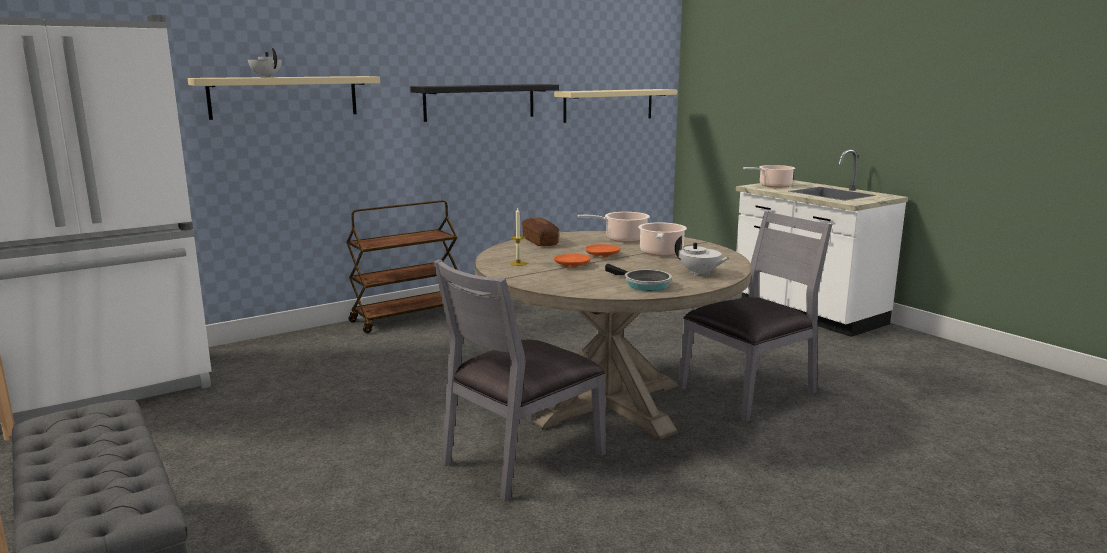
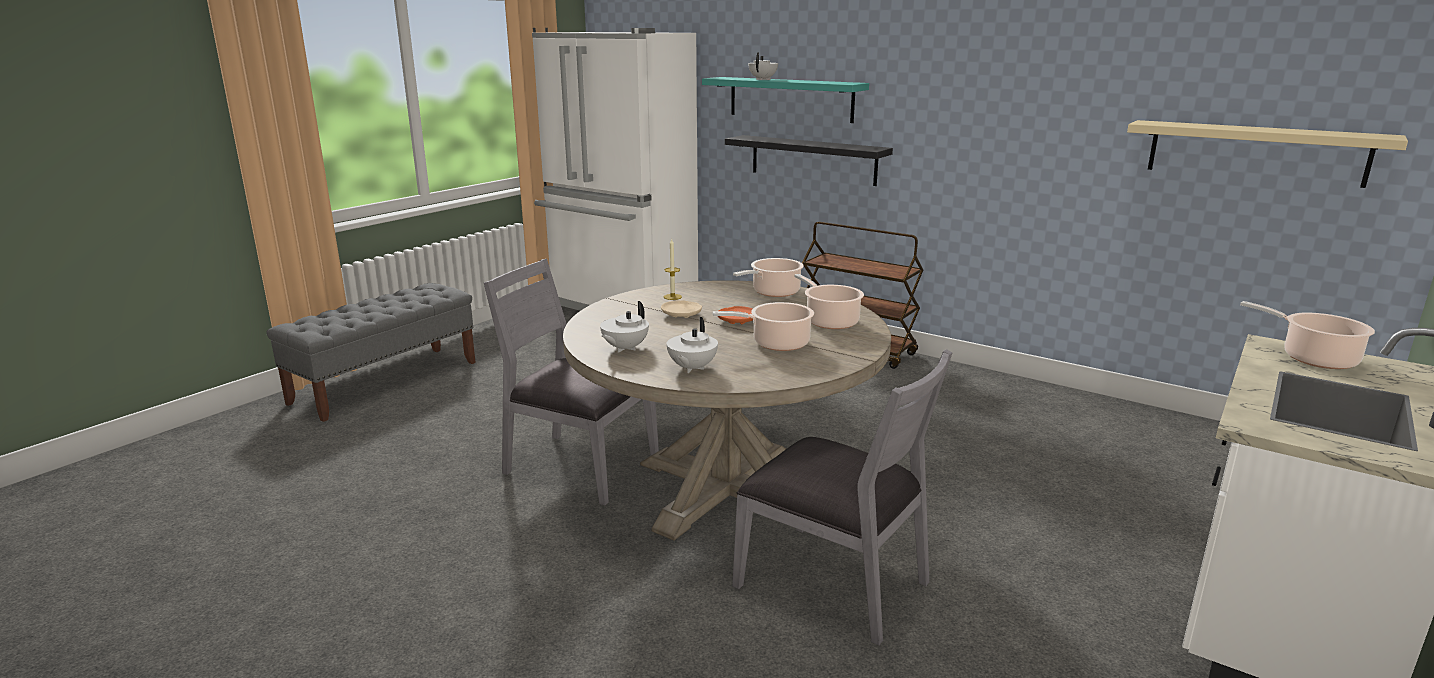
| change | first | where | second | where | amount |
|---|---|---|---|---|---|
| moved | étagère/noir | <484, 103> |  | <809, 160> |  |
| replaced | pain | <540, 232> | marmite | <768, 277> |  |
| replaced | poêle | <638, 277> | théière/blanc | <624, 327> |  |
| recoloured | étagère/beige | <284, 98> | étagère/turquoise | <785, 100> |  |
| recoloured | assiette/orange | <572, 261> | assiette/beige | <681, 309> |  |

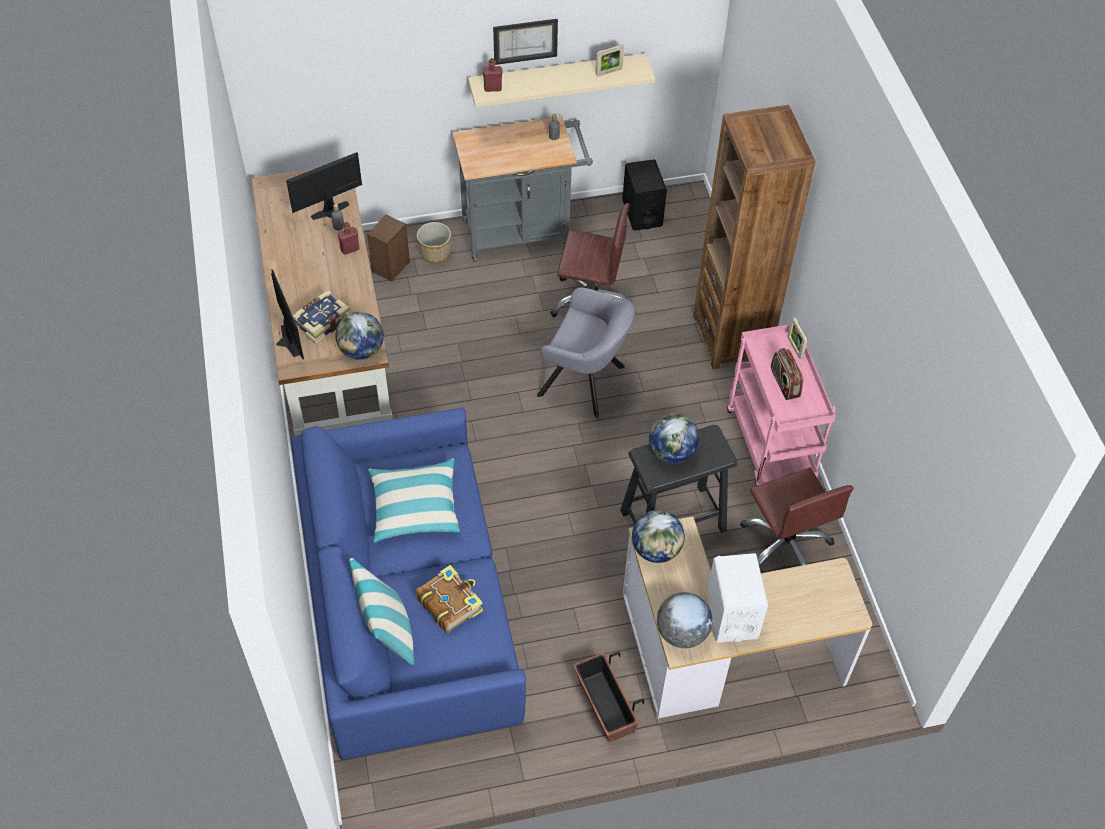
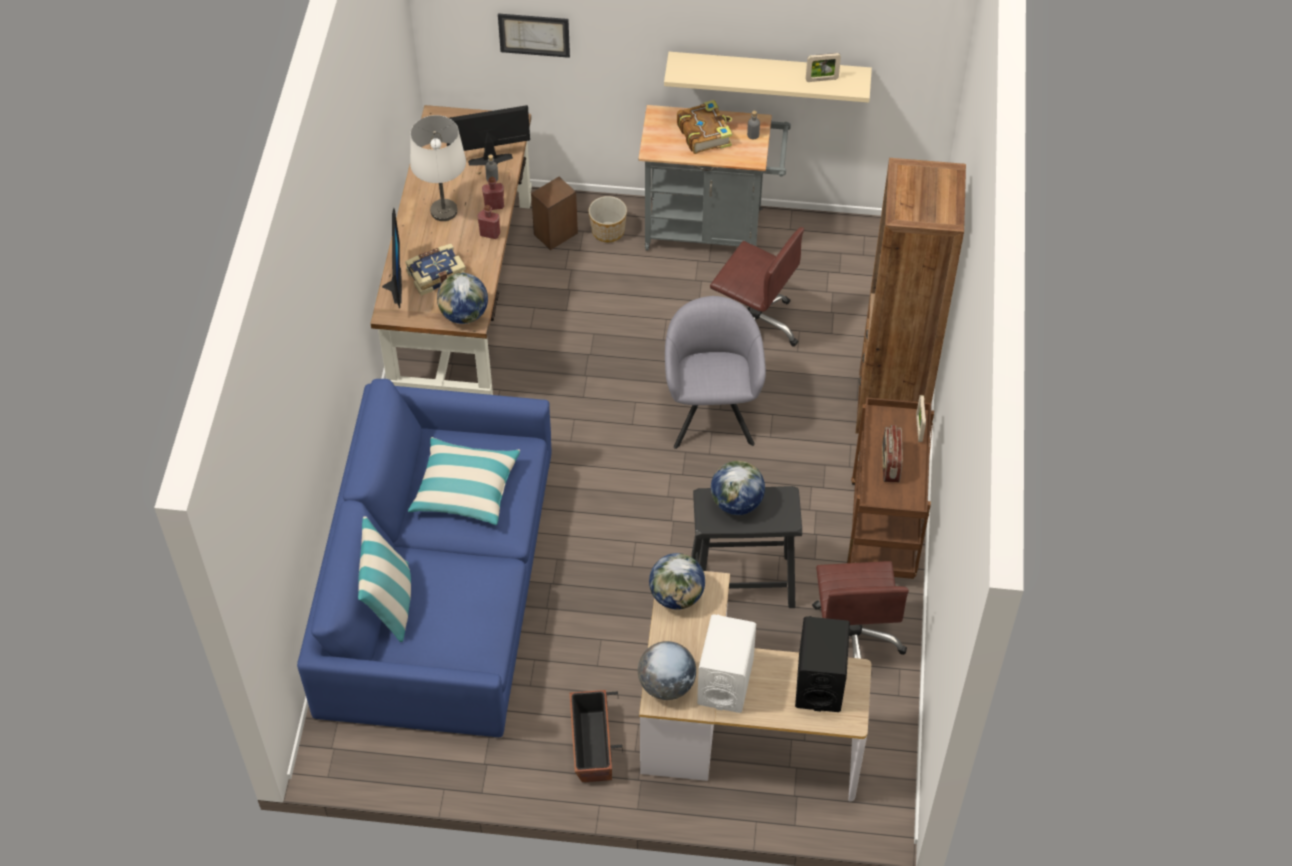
| change | first | where | second | where | amount |
|---|---|---|---|---|---|
| added |  |  | lampe de table/blanc | <438, 168> |  |
| moved | livre | <449, 599> |  | <704, 127> |  |
| moved | bouteille/rouge | <492, 75> |  | <489, 222> |  |
| moved | tableau | <525, 42> |  | <534, 35> |  |
| moved | enceinte/noir | <644, 195> |  | <822, 664> |  |
| recoloured | chariot/rose | <781, 405> | chariot/marron | <890, 488> |  |
| turned | fauteuil/gris | <586, 352> |  | <715, 372> | 135 degrees counterclockwise |

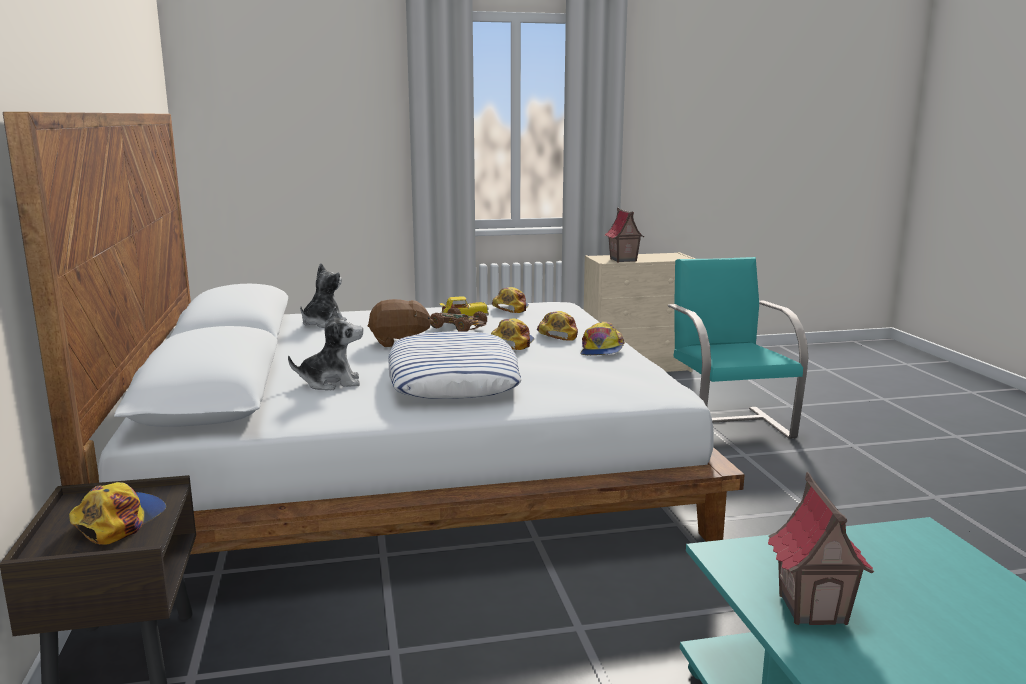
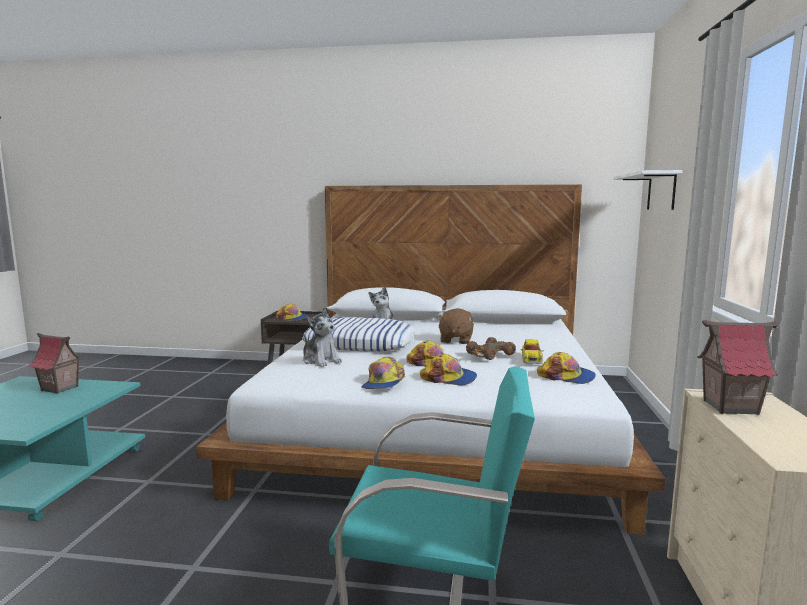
| change | first | where | second | where | amount |
|---|---|---|---|---|---|
| added |  |  | étagère/blanc | <647, 190> |  |
| moved | peluche | <323, 295> |  | <322, 337> |  |
| turned | casquette | <602, 338> |  | <383, 373> | 105 degrees counterclockwise |

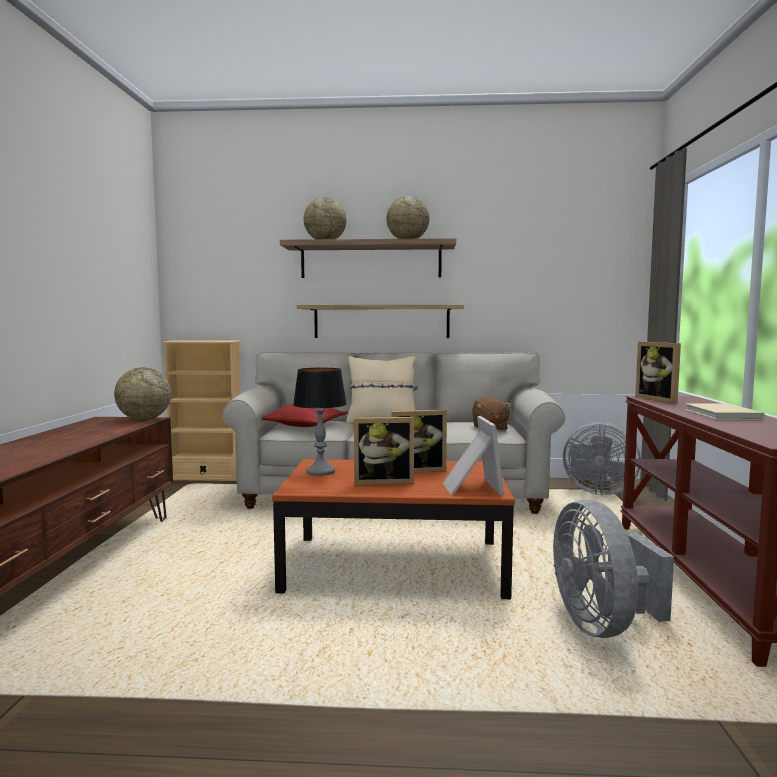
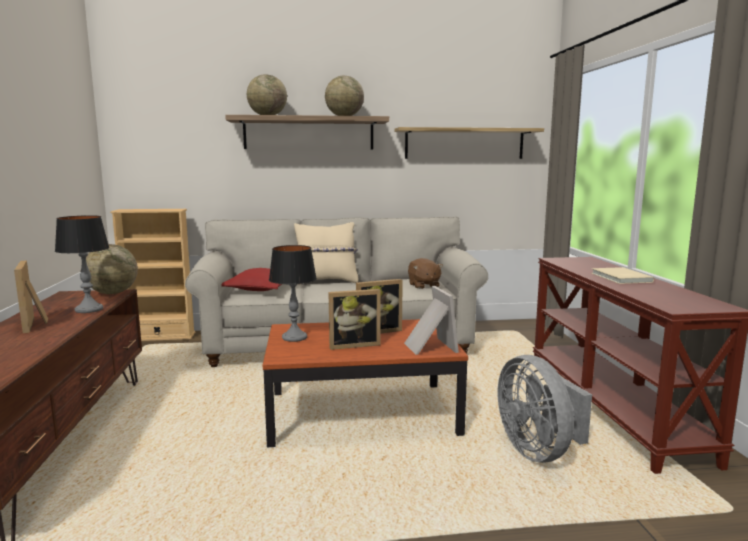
| change | first | where | second | where | amount |
|---|---|---|---|---|---|
| removed | ventilateur/gris | <602, 458> |  |  |  |
| added |  |  | lampe de table | <82, 264> |  |
| moved | étagère | <380, 321> |  | <469, 143> |  |
| moved | cadre photo | <658, 373> |  | <31, 297> |  |

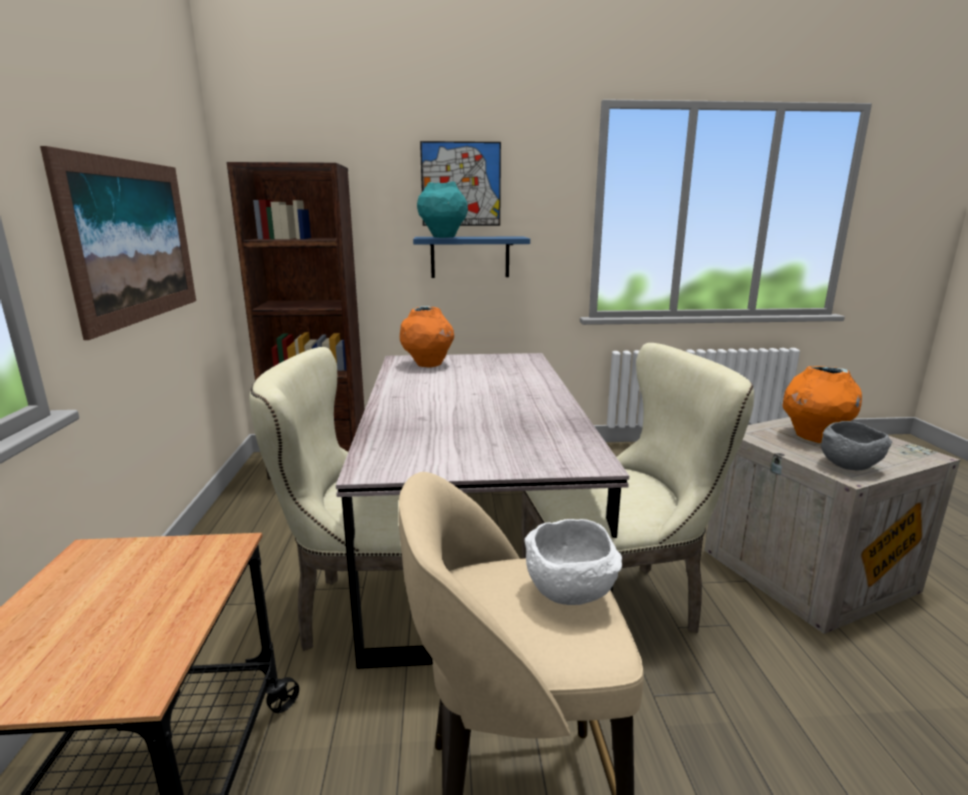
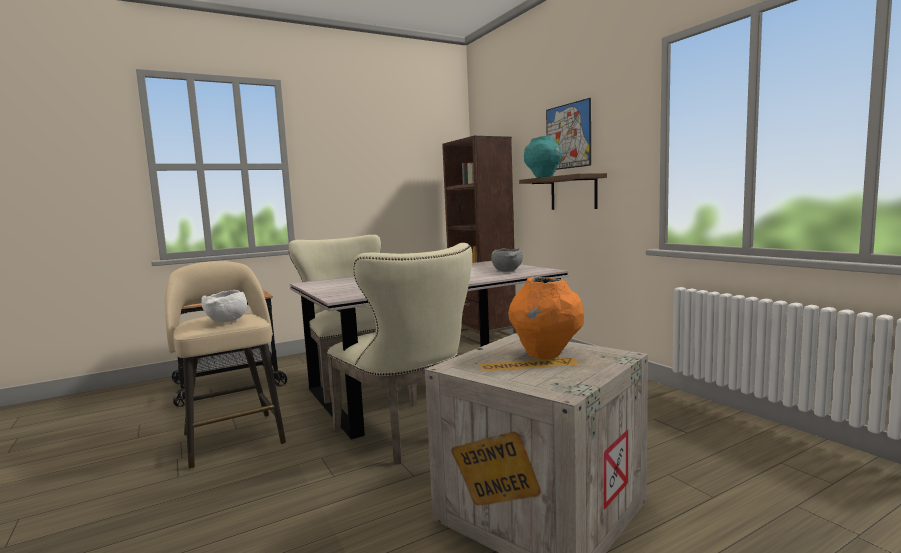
| change | first | where | second | where | amount |
|---|---|---|---|---|---|
| removed | tableau | <118, 243> |  |  |  |
| removed | vase/orange | <427, 337> |  |  |  |
| moved | bol/gris | <856, 445> |  | <507, 260> |  |
| recoloured | étagère/bleu | <471, 257> | étagère/marron | <563, 191> |  |

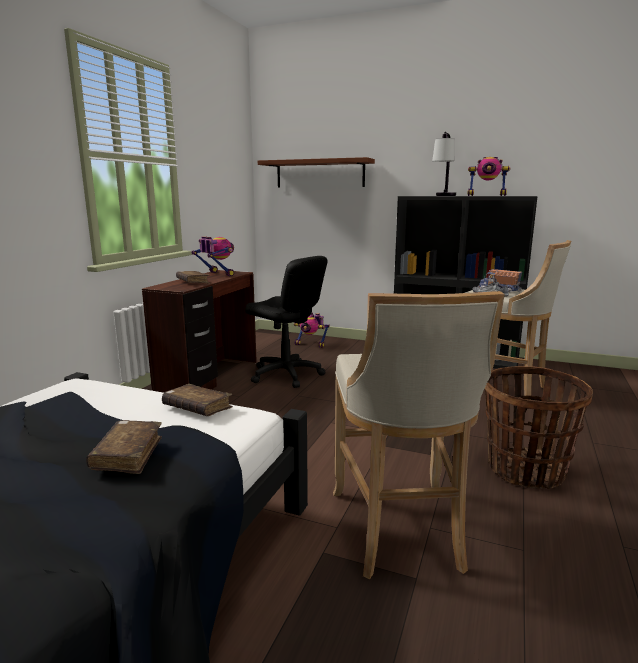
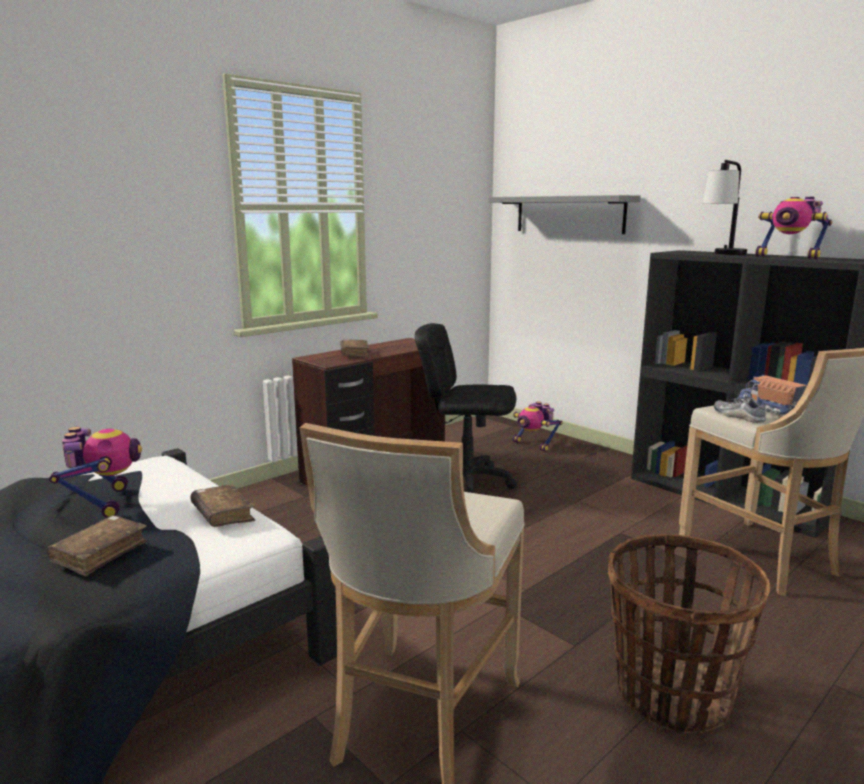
| change | first | where | second | where | amount |
|---|---|---|---|---|---|
| moved | robot jouet | <212, 256> |  | <95, 472> |  |
| recoloured | étagère/marron | <316, 172> | étagère/gris | <564, 214> |  |
| turned | chaise de bureau/noir | <286, 322> |  | <466, 408> | 135 degrees clockwise |

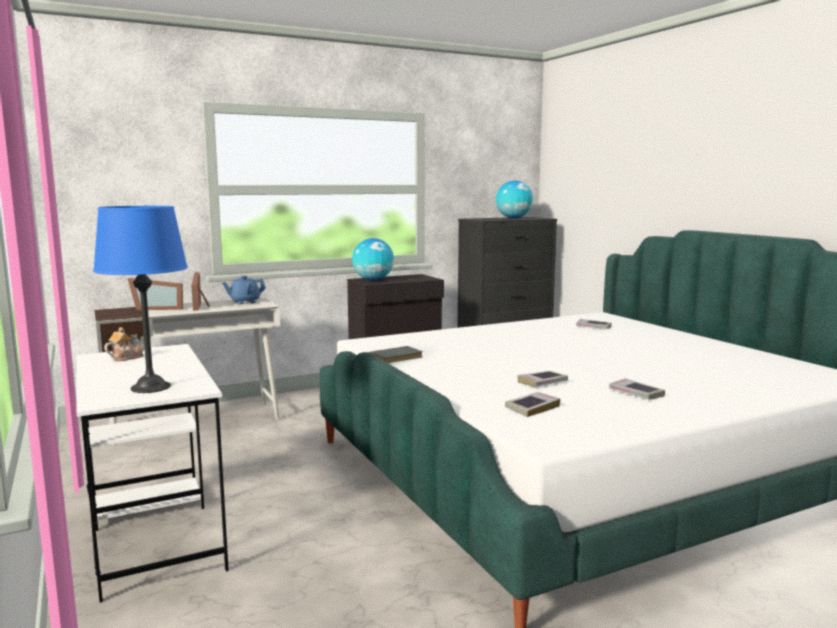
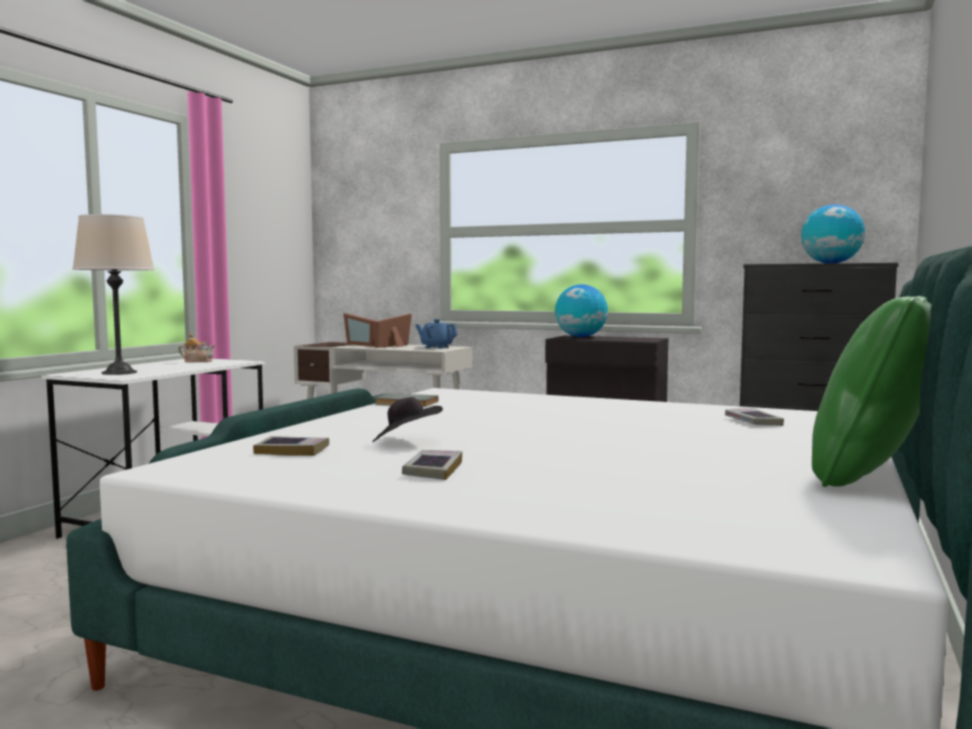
| change | first | where | second | where | amount |
|---|---|---|---|---|---|
| added |  |  | coussin/vert | <872, 391> |  |
| replaced | livre | <543, 379> | chapeau/noir | <407, 419> |  |
| recoloured | lampe de table/bleu | <140, 299> | lampe de table/beige | <113, 294> |  |

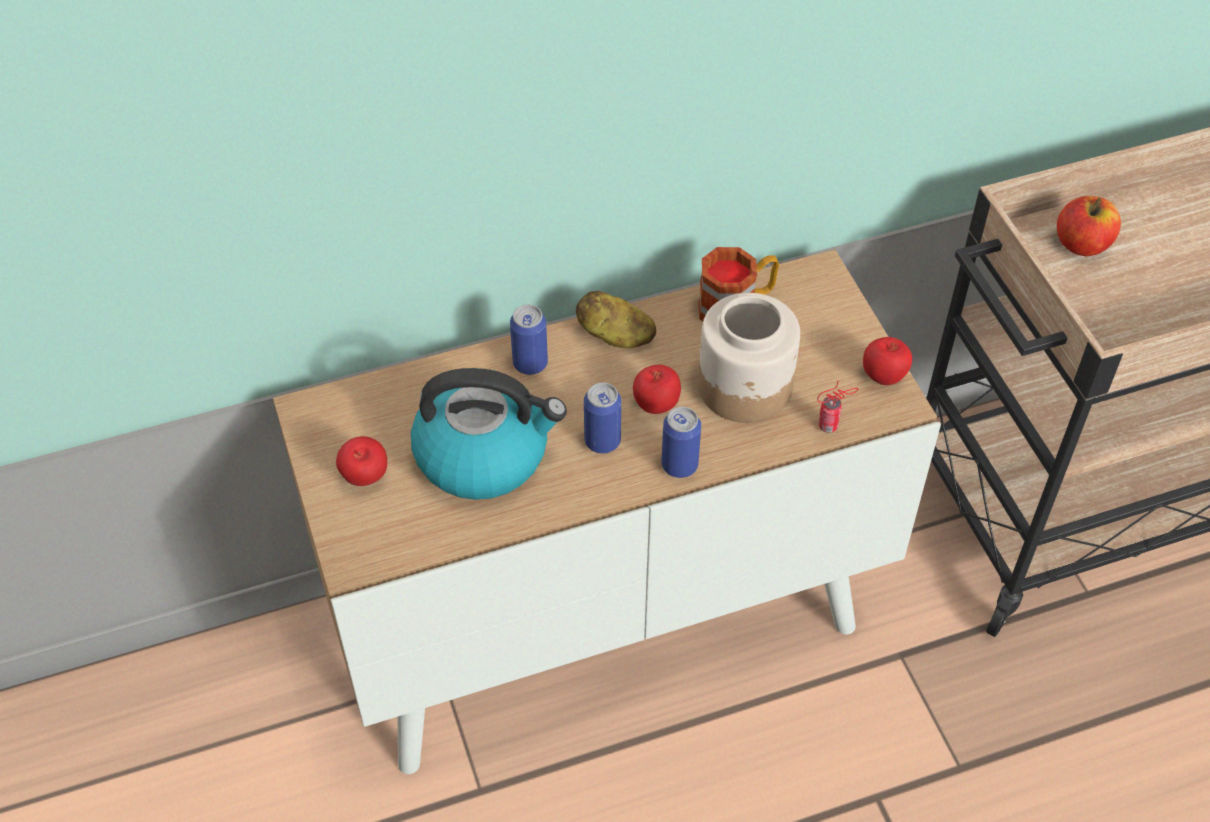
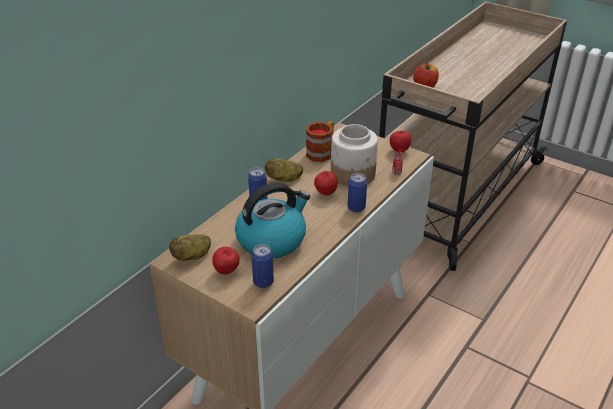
| change | first | where | second | where | amount |
|---|---|---|---|---|---|
| added |  |  | pomme de terre | <190, 247> |  |
| moved | boîte métallique | <602, 418> |  | <262, 266> |  |

